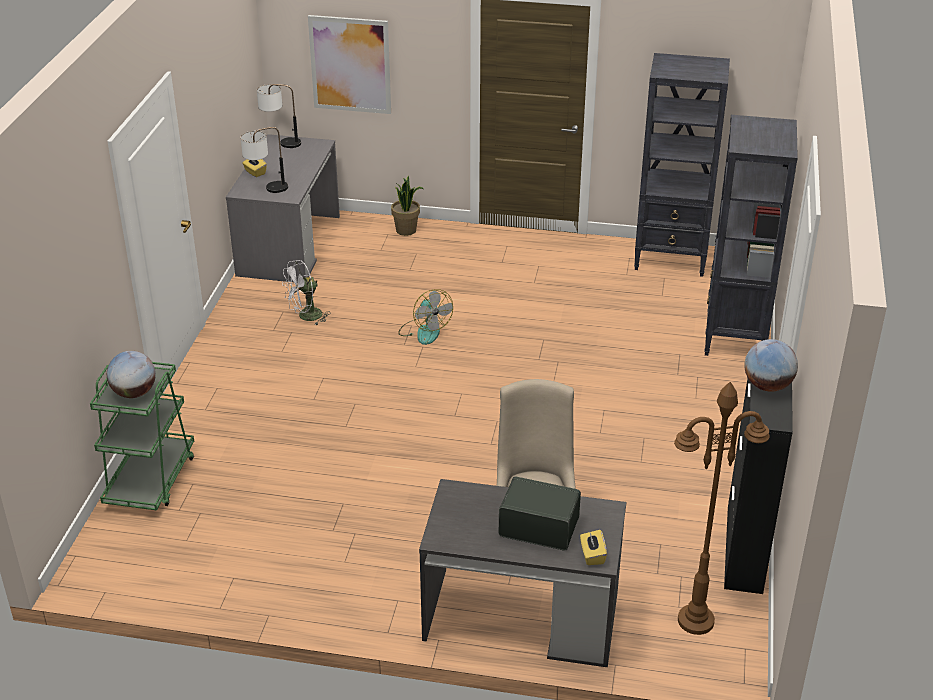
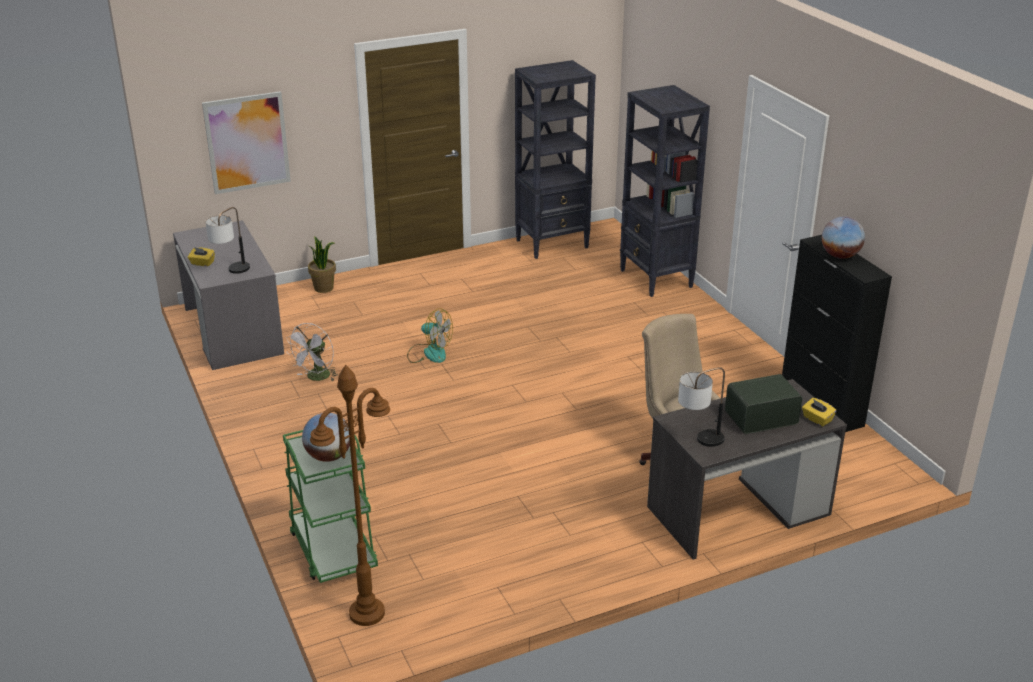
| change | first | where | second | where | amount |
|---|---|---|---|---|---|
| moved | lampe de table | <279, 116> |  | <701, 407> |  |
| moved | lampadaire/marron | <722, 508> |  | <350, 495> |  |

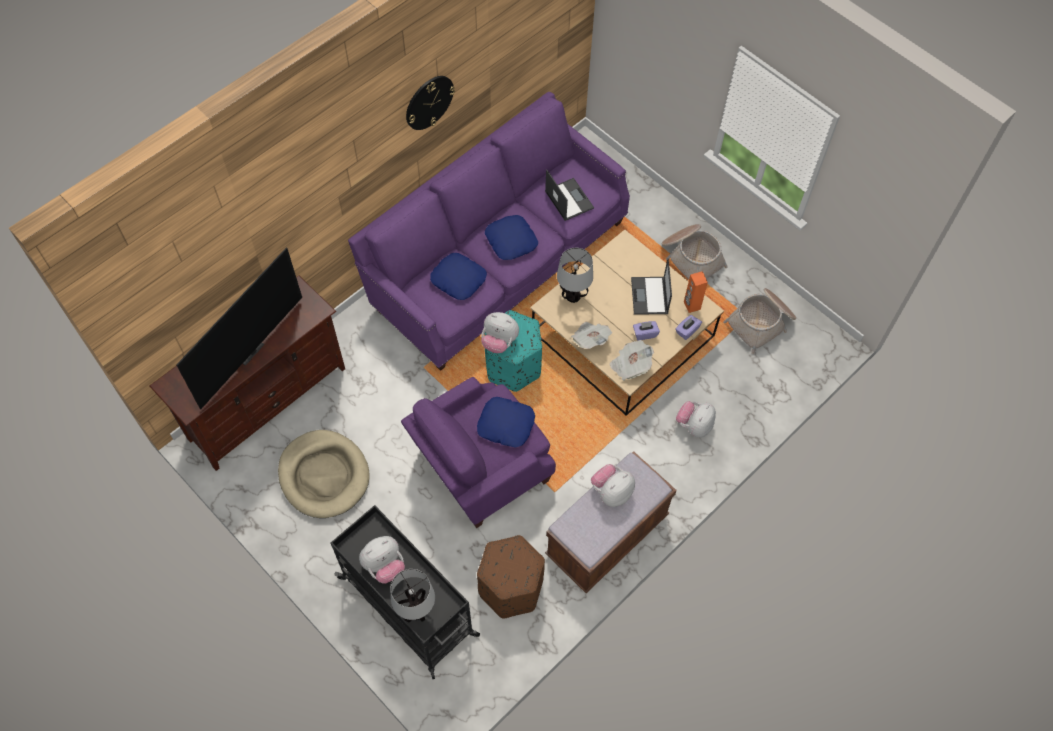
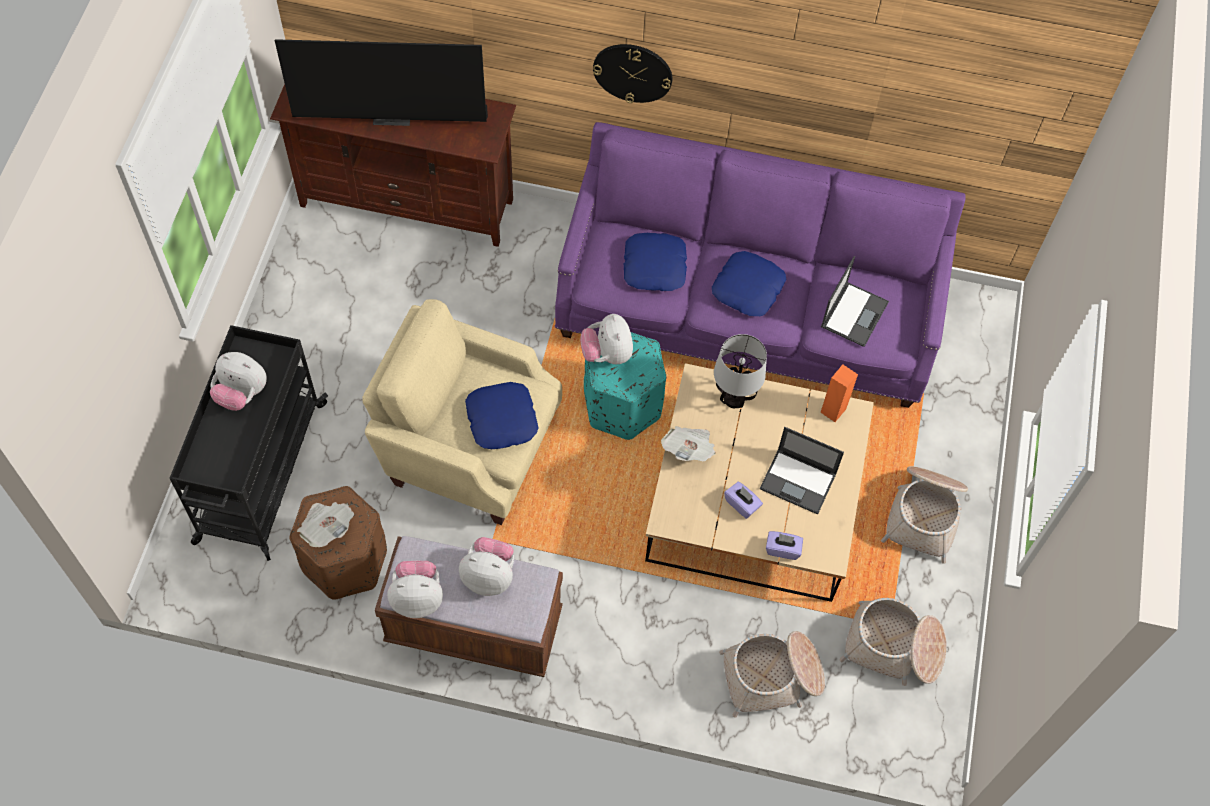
| change | first | where | second | where | amount |
|---|---|---|---|---|---|
| removed | panier pour chien/beige | <324, 474> |  |  |  |
| removed | lampe de table | <413, 596> |  |  |  |
| added |  |  | panier | <772, 674> |  |
| moved | horloge murale | <430, 103> |  | <632, 73> |  |
| moved | journal | <632, 360> |  | <325, 524> |  |
| moved | peluche | <696, 419> |  | <415, 589> |  |
| moved | enceinte/orange | <696, 292> |  | <839, 393> |  |
| recoloured | fauteuil/violet | <478, 452> | fauteuil/beige | <462, 412> |  |
| turned | ordinateur portable | <651, 287> |  | <802, 470> | 120 degrees counterclockwise |

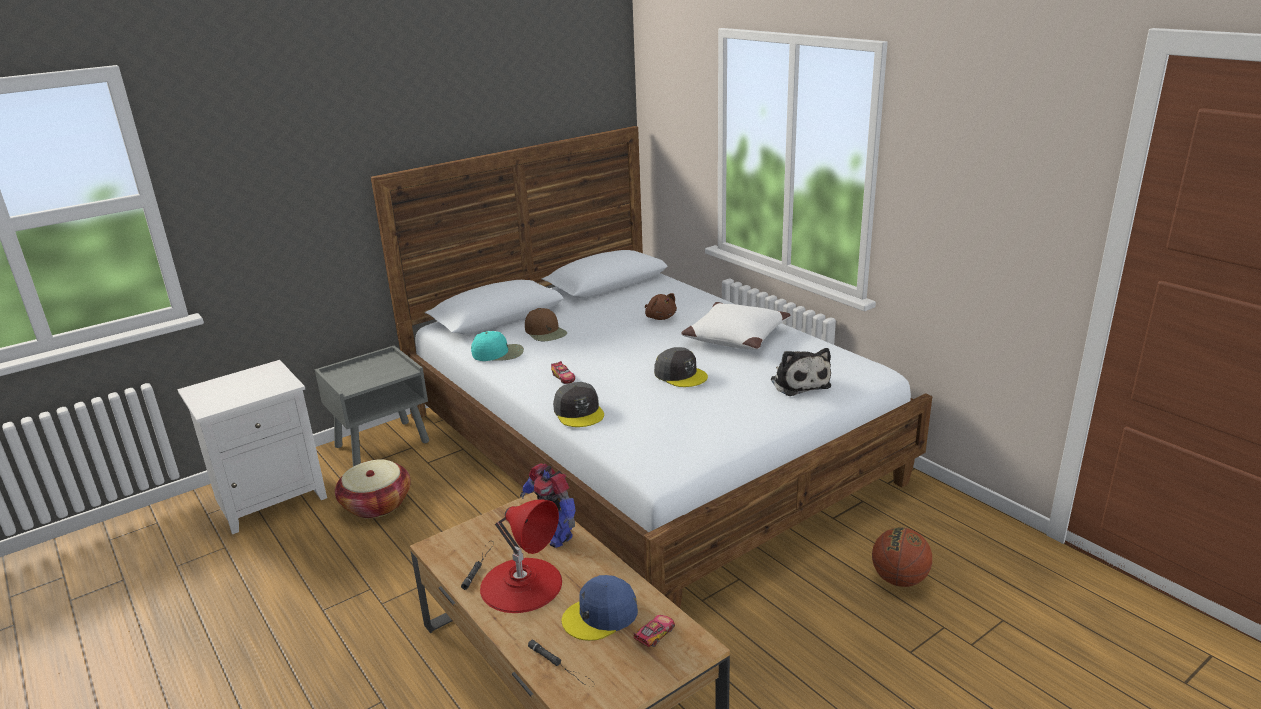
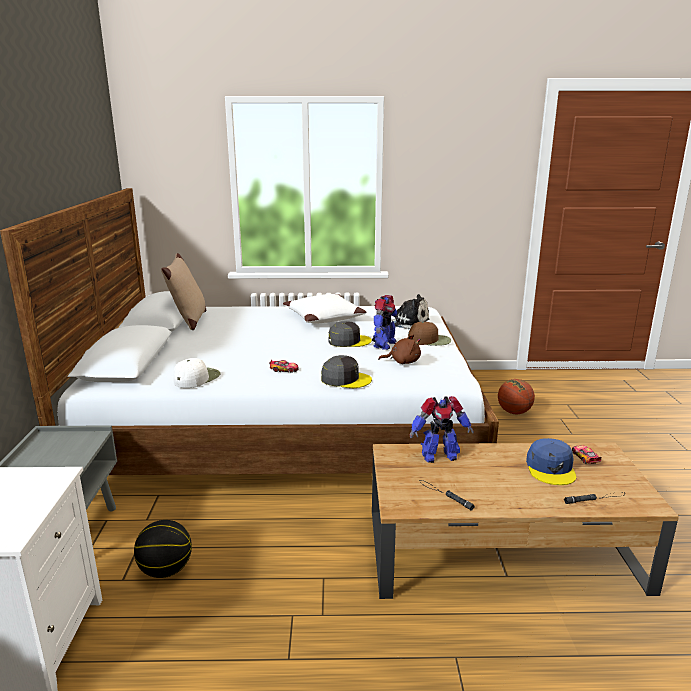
| change | first | where | second | where | amount |
|---|---|---|---|---|---|
| removed | lampe de table/rouge | <521, 556> |  |  |  |
| added |  |  | coussin/beige | <183, 291> |  |
| added |  |  | robot jouet | <385, 322> |  |
| moved | casquette/marron | <546, 324> |  | <429, 334> |  |
| moved | peluche/marron | <661, 306> |  | <399, 349> |  |
| replaced | panier | <373, 488> | ballon de basket | <163, 549> |  |
| recoloured | casquette/turquoise | <497, 346> | casquette/blanc | <197, 373> |  |

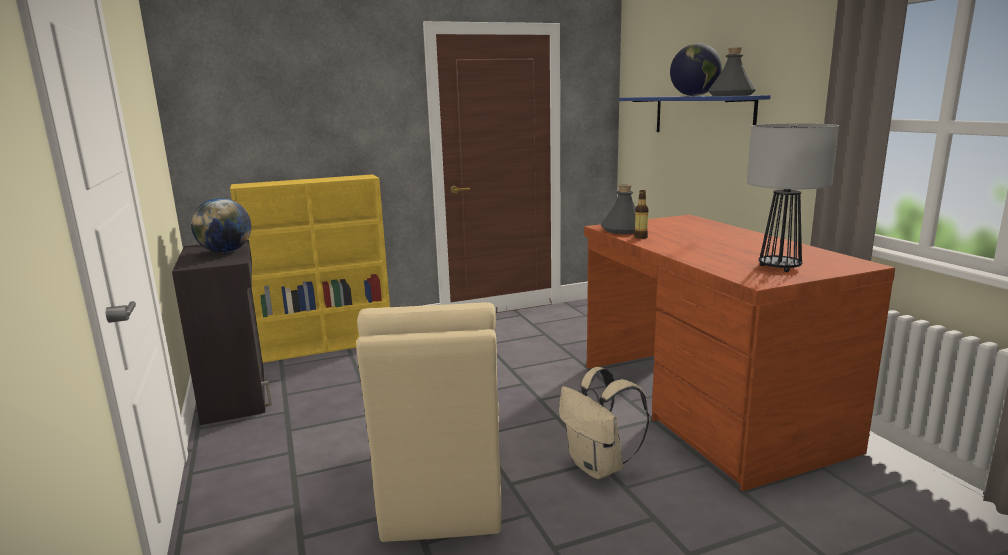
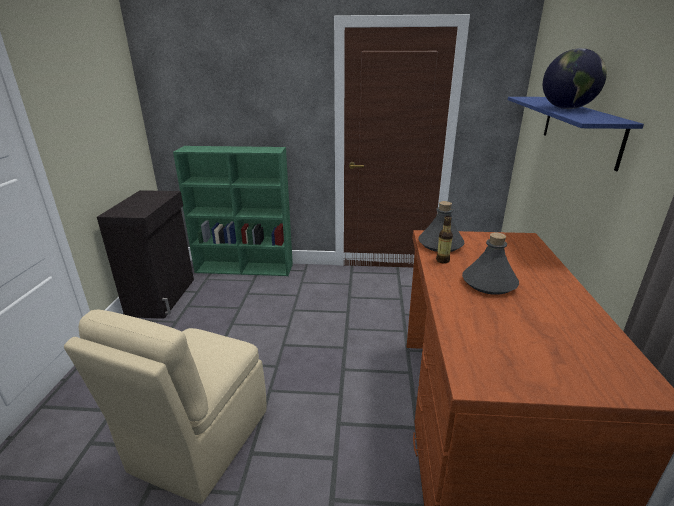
| change | first | where | second | where | amount |
|---|---|---|---|---|---|
| removed | globe | <221, 225> |  |  |  |
| removed | sac à dos/beige | <604, 423> |  |  |  |
| removed | lampe de table | <793, 197> |  |  |  |
| moved | bouteille/gris | <732, 72> |  | <490, 264> |  |
| recoloured | bibliothèque/jaune | <310, 268> | bibliothèque/vert | <233, 211> |  |

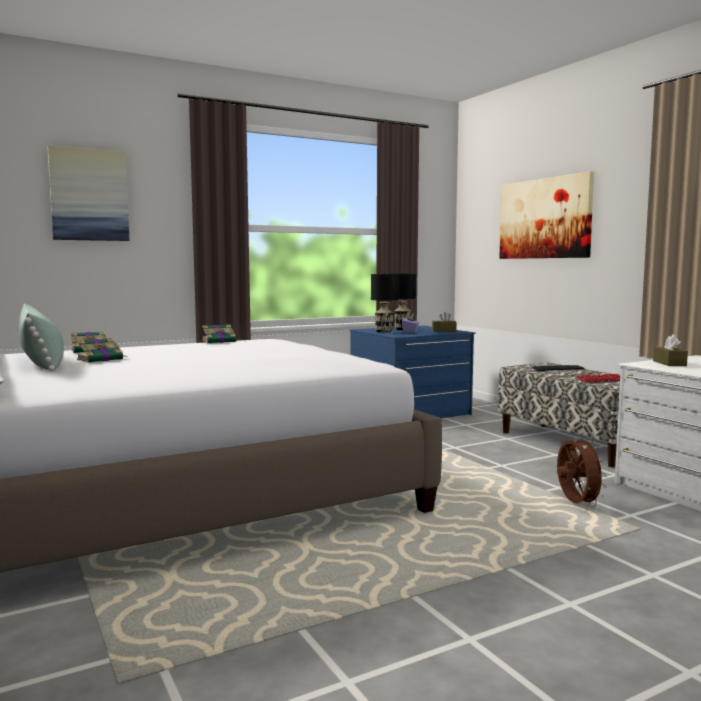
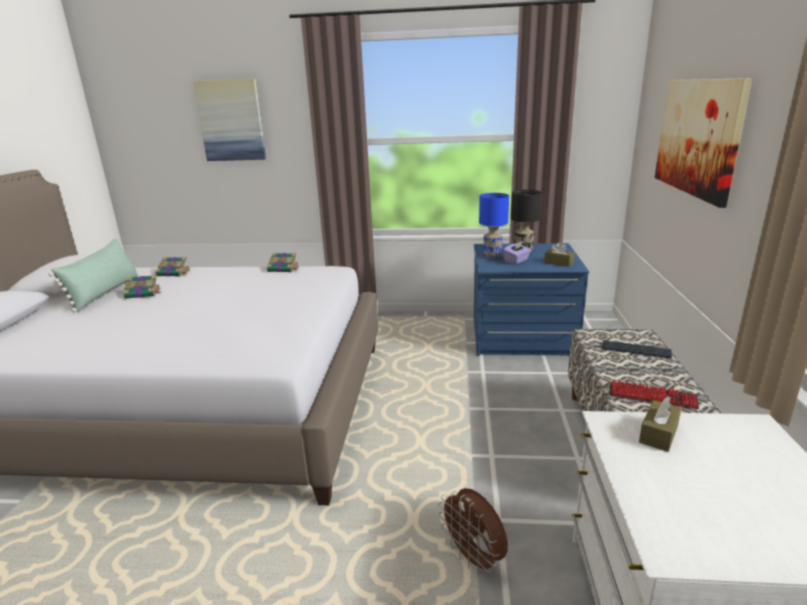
| change | first | where | second | where | amount |
|---|---|---|---|---|---|
| recoloured | lampe de table/noir | <384, 303> | lampe de table/bleu | <494, 225> |  |
| turned | ventilateur/marron | <582, 471> |  | <473, 531> | 120 degrees clockwise |

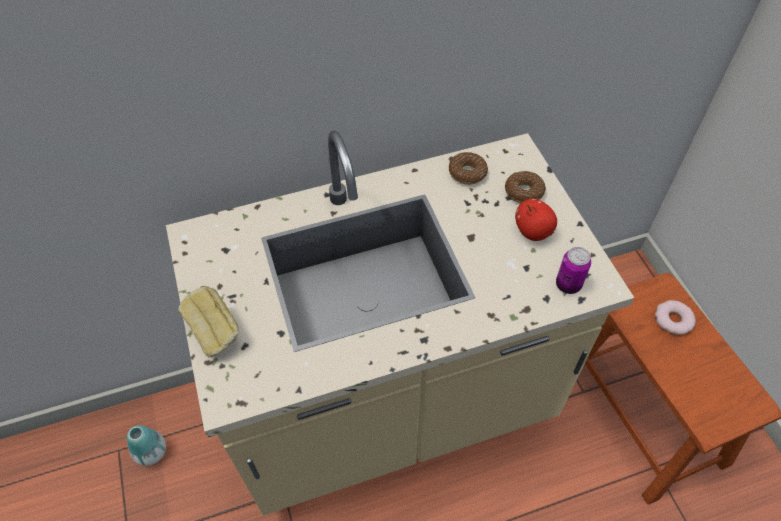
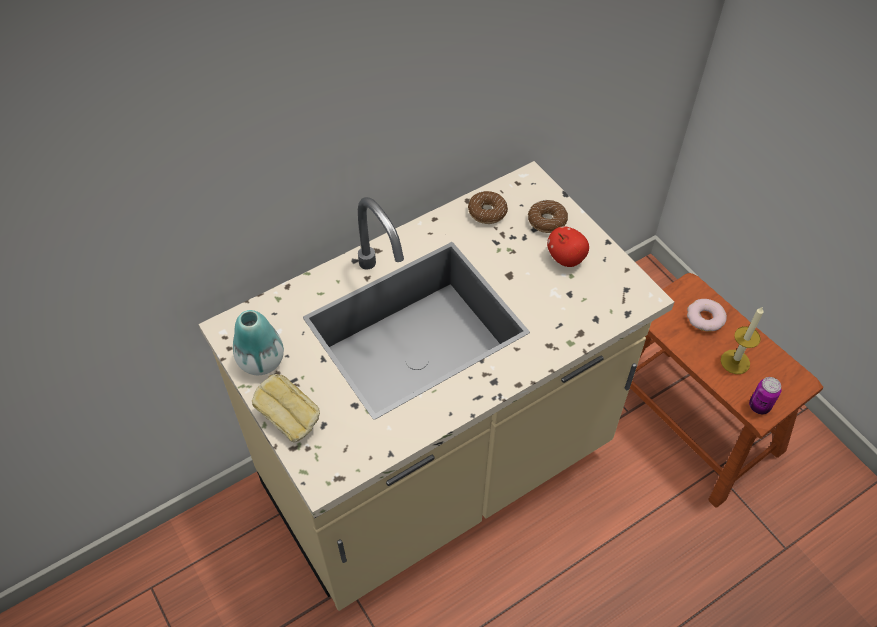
| change | first | where | second | where | amount |
|---|---|---|---|---|---|
| added |  |  | bougie | <742, 340> |  |
| moved | vase | <146, 445> |  | <258, 342> |  |
| moved | boîte métallique | <573, 270> |  | <765, 395> |  |

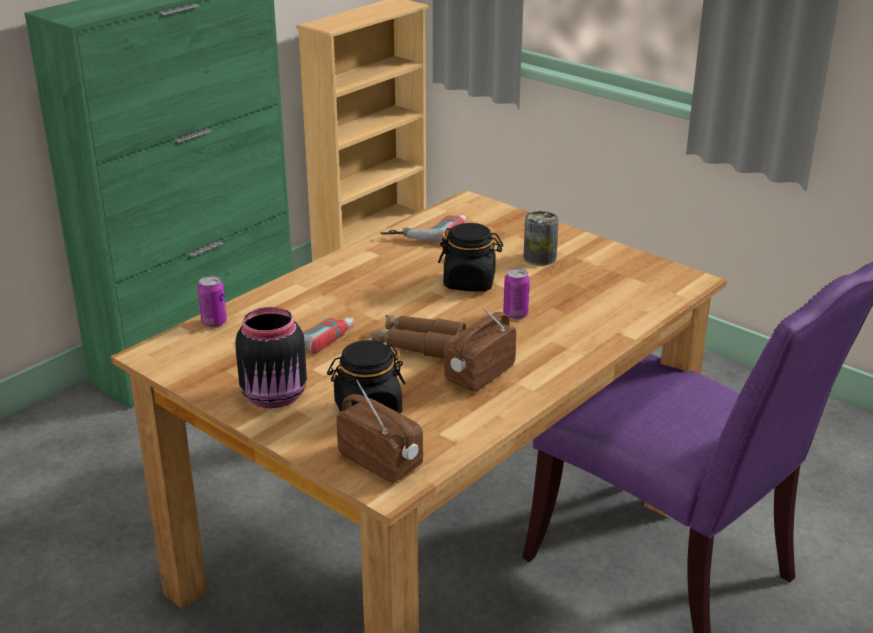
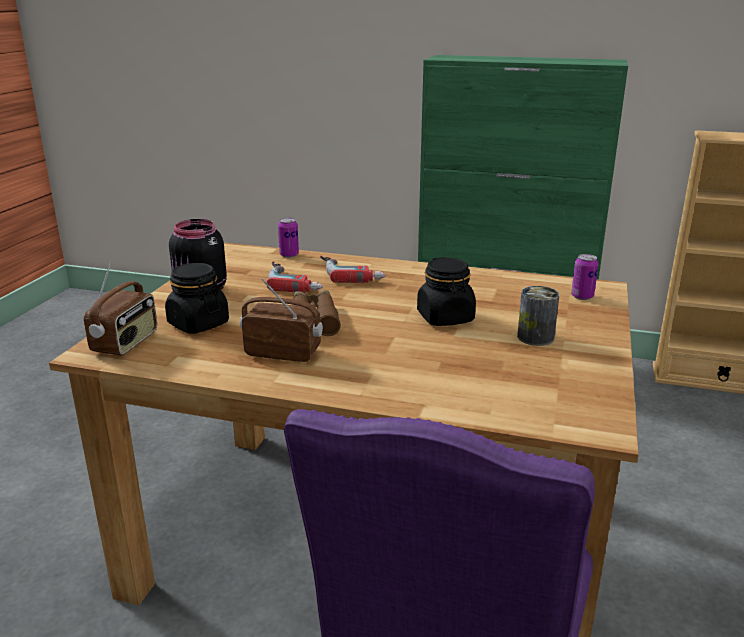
| change | first | where | second | where | amount |
|---|---|---|---|---|---|
| moved | perceuse | <423, 228> |  | <353, 269> |  |
| moved | boîte métallique | <516, 293> |  | <584, 277> |  |

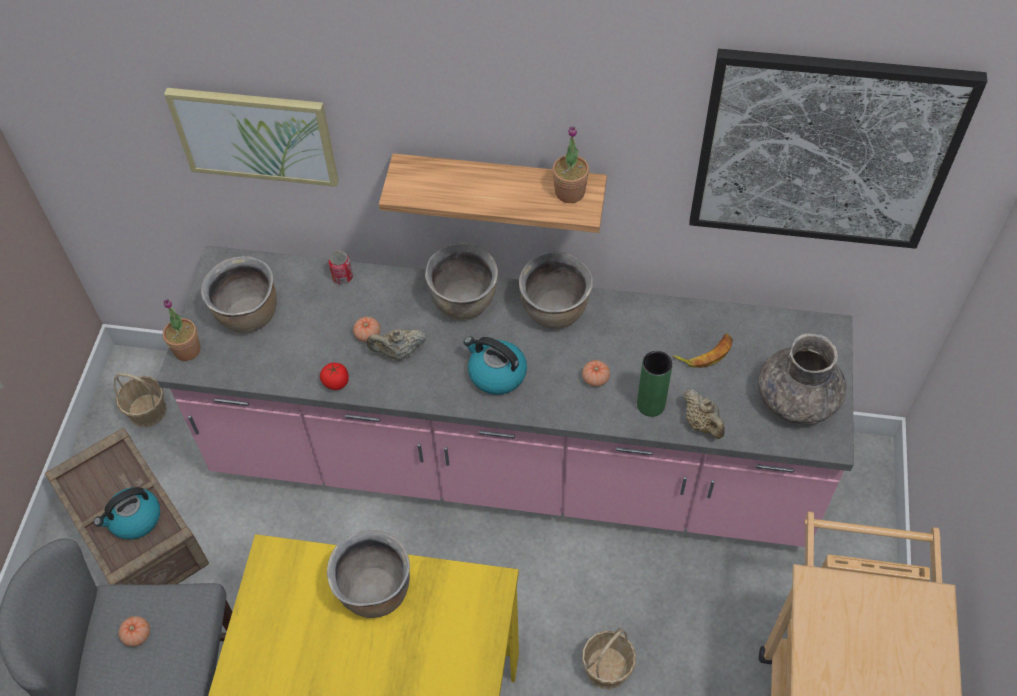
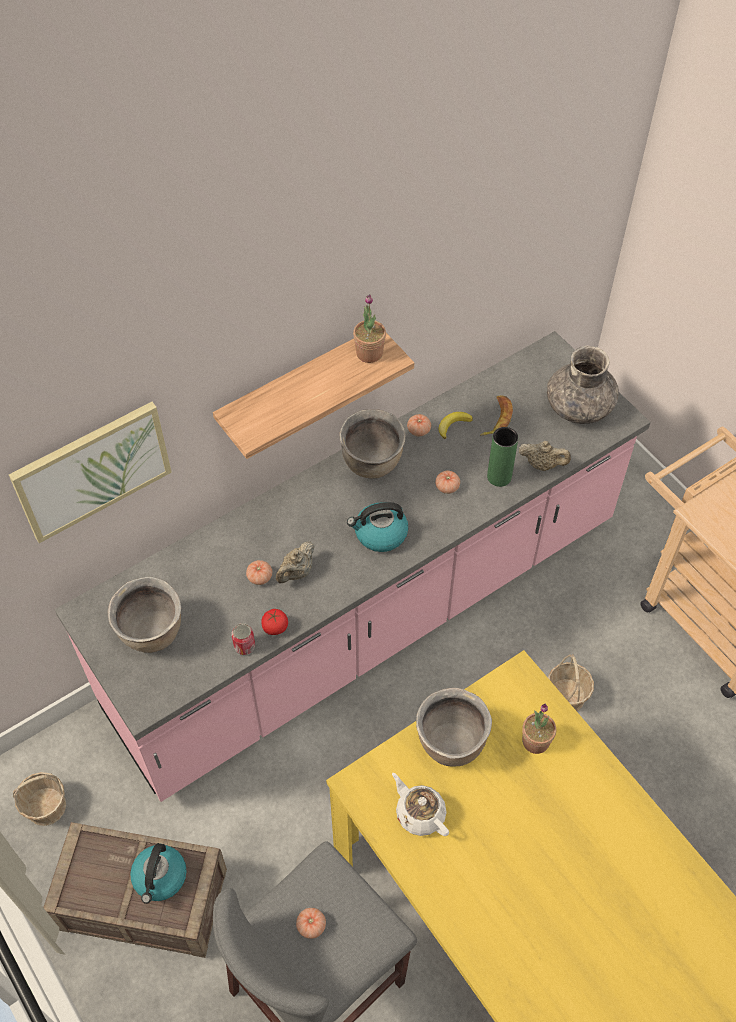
| change | first | where | second | where | amount |
|---|---|---|---|---|---|
| removed | marmite/marron | <461, 281> |  |  |  |
| removed | tableau | <838, 149> |  |  |  |
| added |  |  | théière/blanc | <420, 804> |  |
| added |  |  | tomate | <419, 425> |  |
| added |  |  | banane | <455, 425> |  |
| moved | plante en pot | <182, 330> |  | <539, 729> |  |
| moved | boîte métallique | <340, 267> |  | <243, 639> |  |

